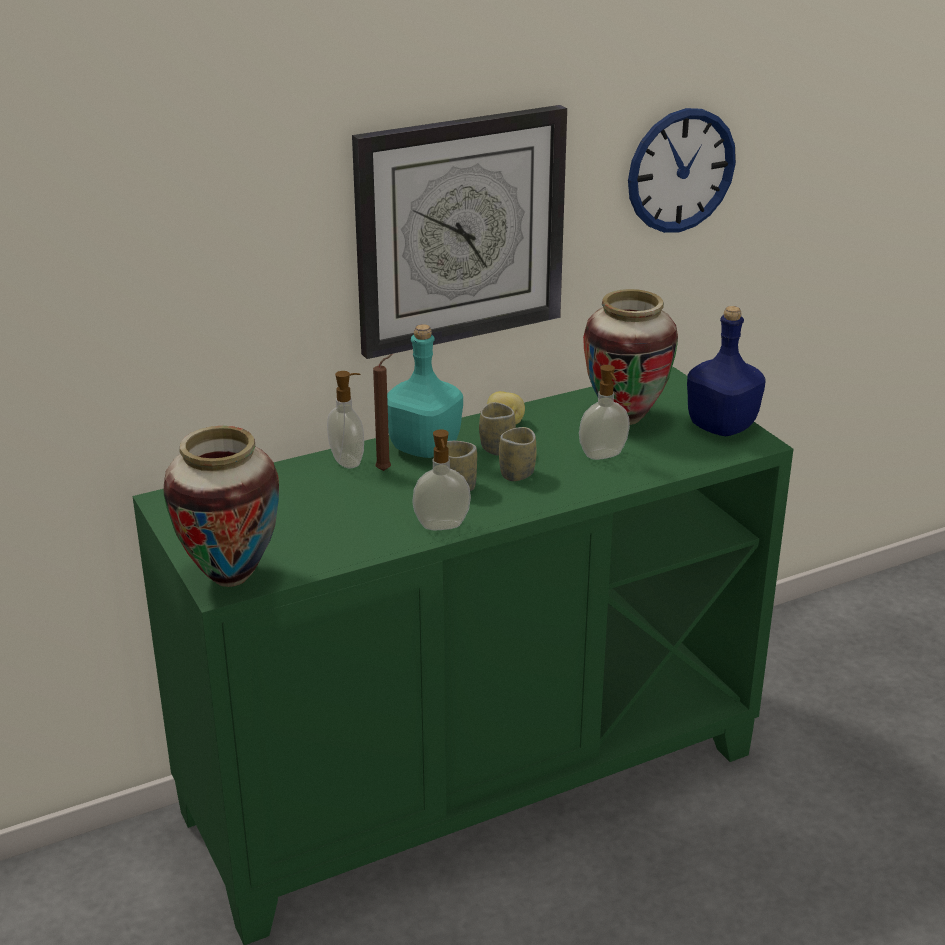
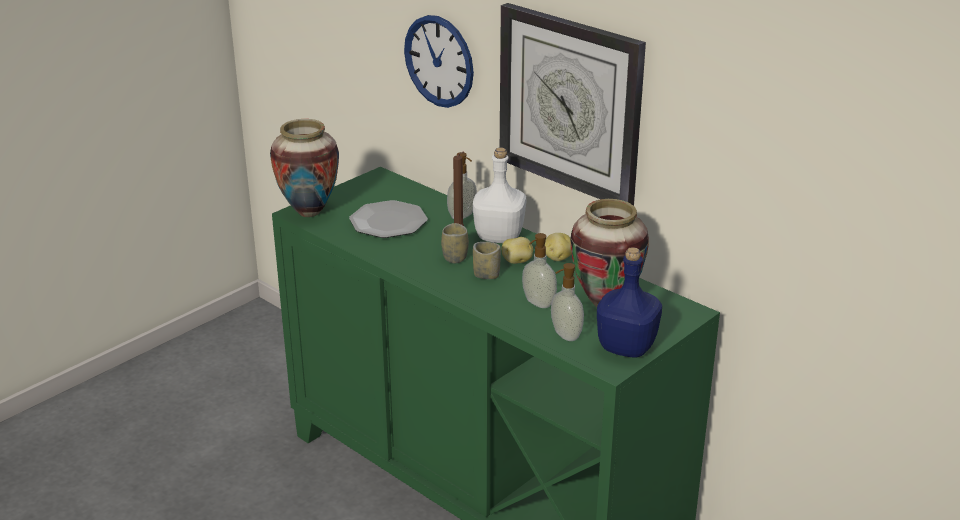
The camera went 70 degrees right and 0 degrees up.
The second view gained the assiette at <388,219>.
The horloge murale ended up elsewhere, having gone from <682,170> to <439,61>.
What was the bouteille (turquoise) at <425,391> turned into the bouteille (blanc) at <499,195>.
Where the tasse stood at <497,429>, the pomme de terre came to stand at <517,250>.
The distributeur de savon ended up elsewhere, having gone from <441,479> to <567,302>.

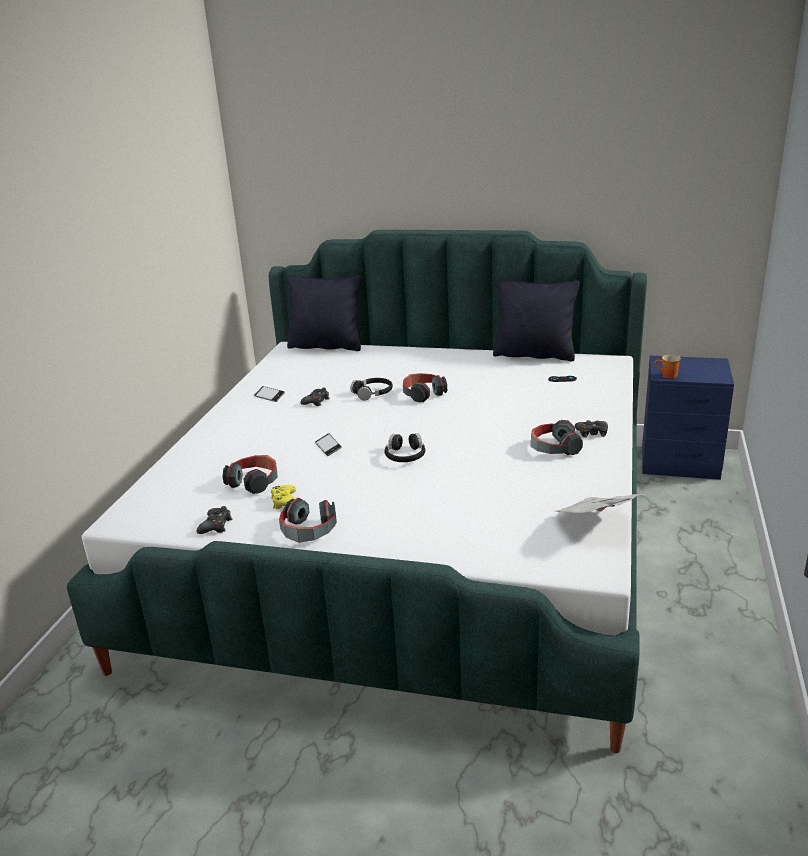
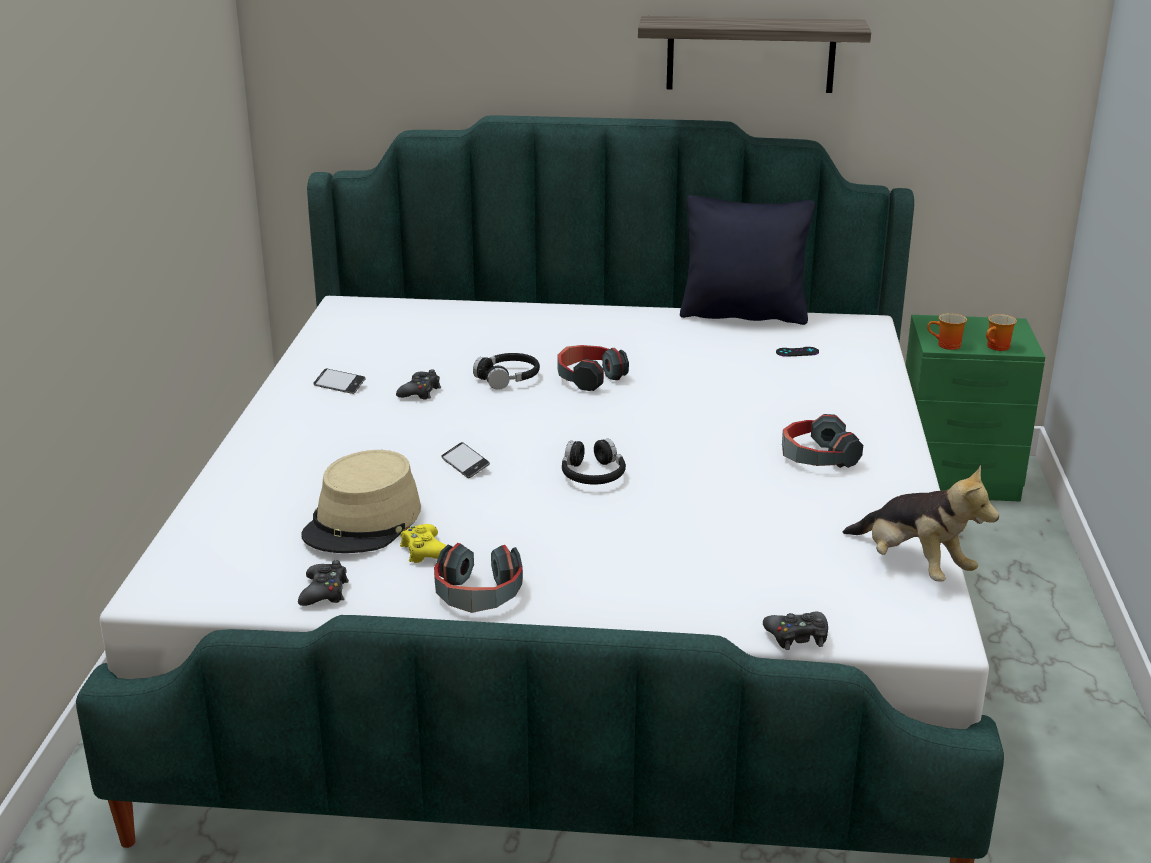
The camera went 10 degrees left and 0 degrees up.
Where the casque audio stood at <250,474>, the chapeau (beige) came to stand at <361,501>.
The second view gained the étagère at <754,54>.
The manette (noir) ended up elsewhere, having gone from <591,429> to <795,631>.
Where the journal stood at <600,503>, the peluche came to stand at <921,523>.
What was the table de chevet (bleu) at <688,418> turned into the table de chevet (vert) at <975,408>.
The second view gained the mug at <1001,332>.
The second view lost the coussin (noir) at <324,313>.

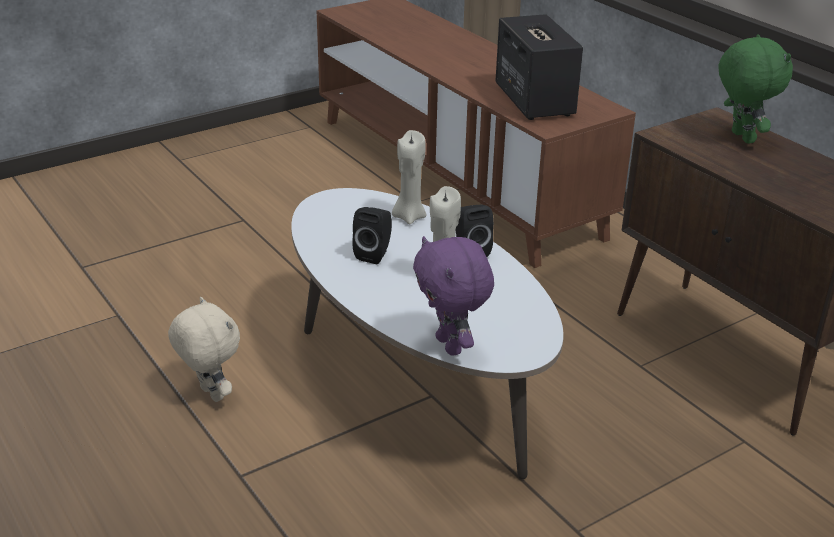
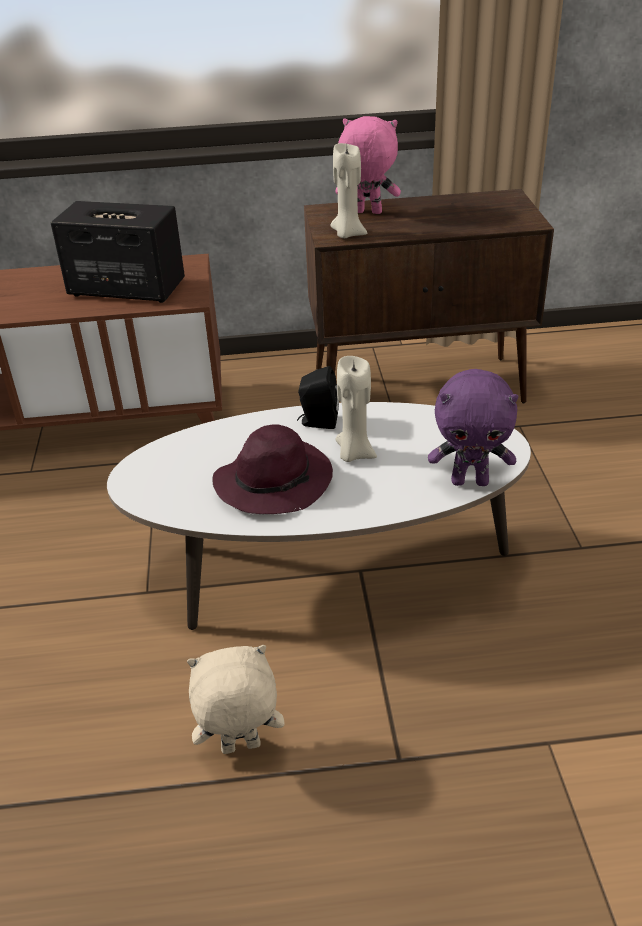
The camera went 60 degrees left and 5 degrees up.
Where the enceinte (noir) stood at <372,235>, the chapeau (violet) came to stand at <272,469>.
The bougie (beige) ended up elsewhere, having gone from <409,177> to <349,190>.
What was the peluche (vert) at <756,89> turned into the peluche (rose) at <368,165>.

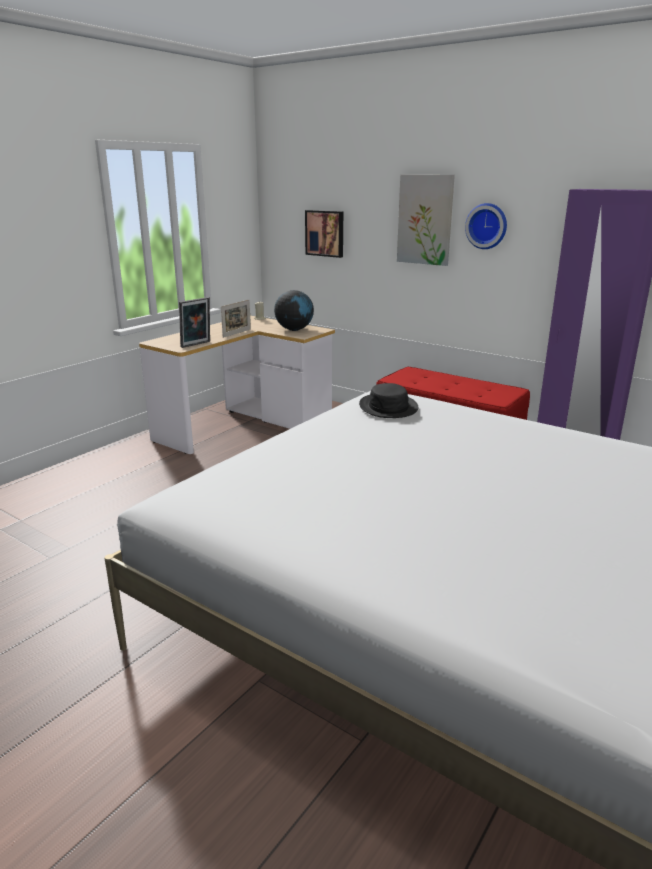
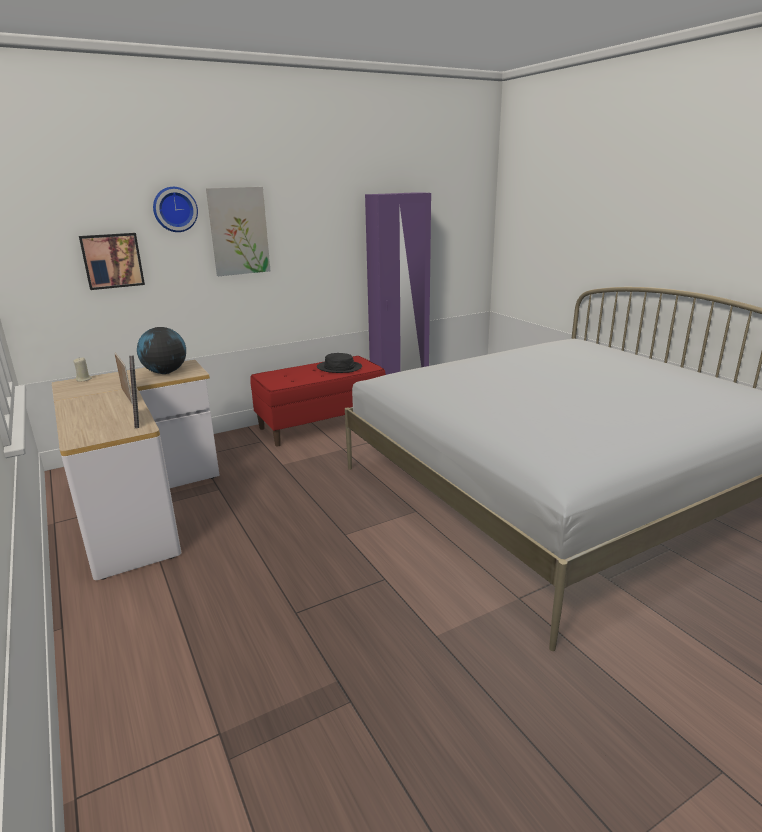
The camera went 65 degrees left and 0 degrees up.
The horloge murale ended up elsewhere, having gone from <486,226> to <175,209>.
The chapeau (noir) ended up elsewhere, having gone from <388,400> to <339,363>.

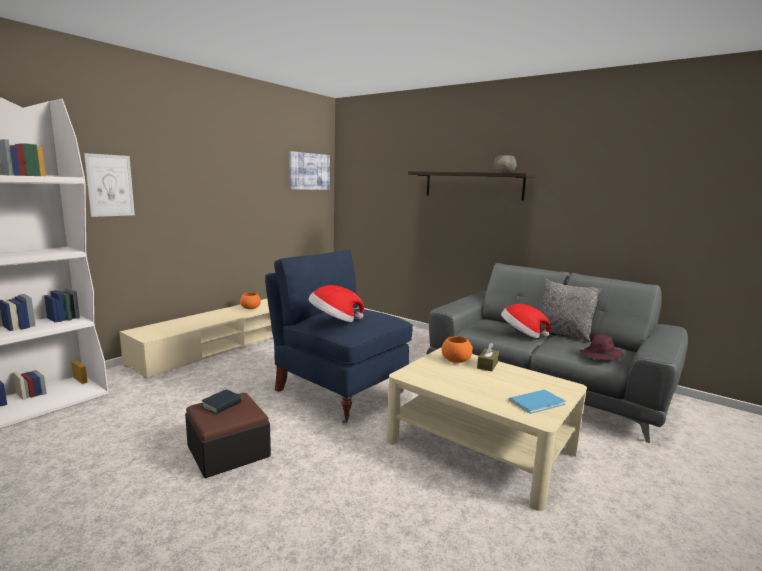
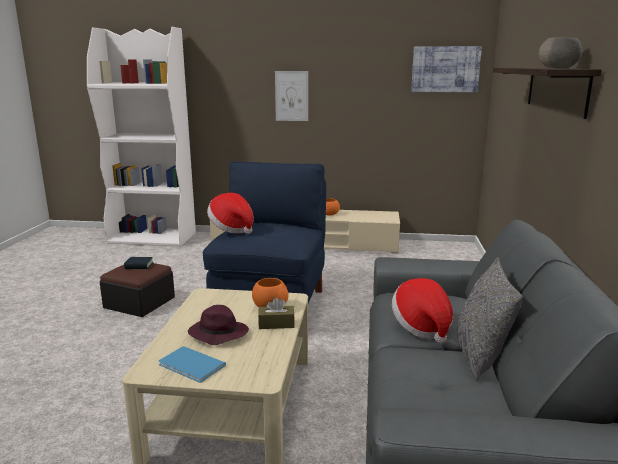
The camera went 60 degrees right and 5 degrees up.
The chapeau (violet) ended up elsewhere, having gone from <601,347> to <218,325>.
The tableau ended up elsewhere, having gone from <109,185> to <291,96>.

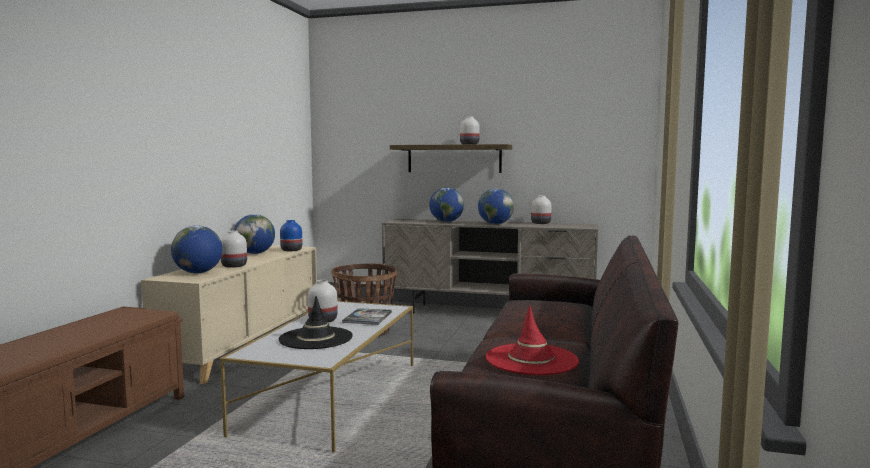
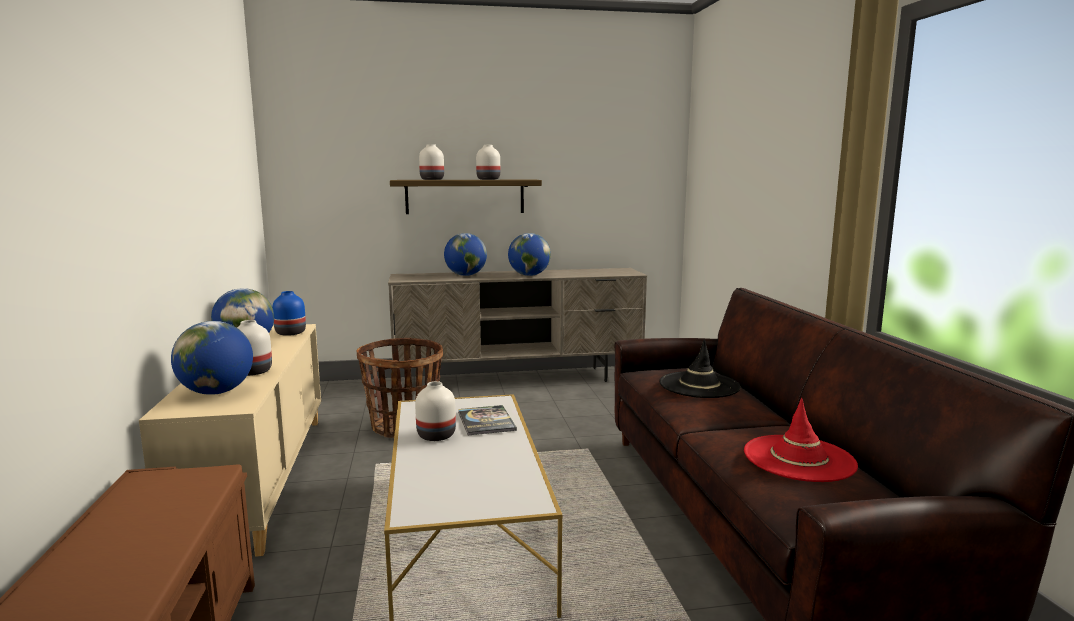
The camera went 25 degrees left and 5 degrees up.
The vase (blanc) ended up elsewhere, having gone from <541,209> to <431,162>.
The chapeau (noir) ended up elsewhere, having gone from <316,322> to <700,368>.

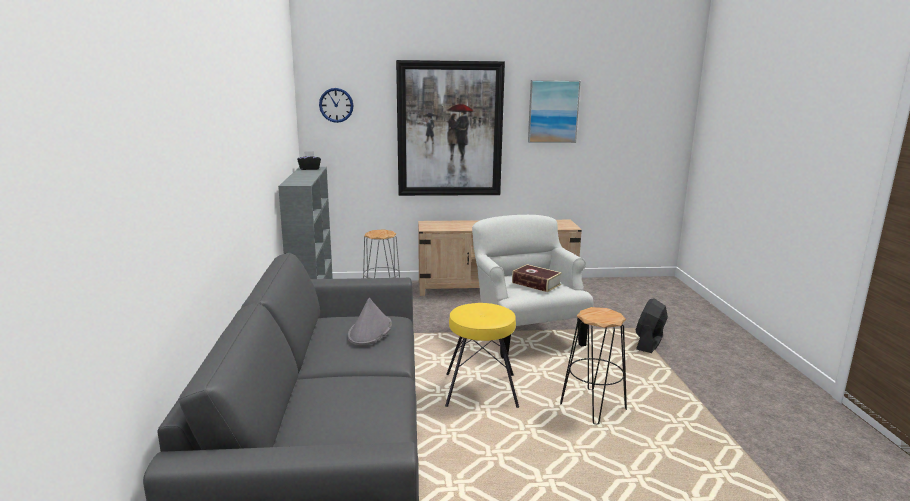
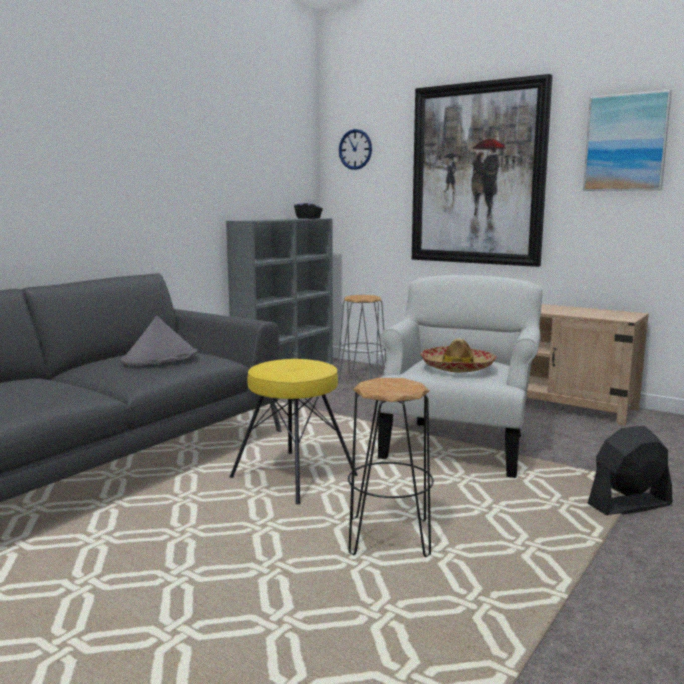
The camera went 40 degrees right and 5 degrees down.
Where the livre stood at <537,278>, the chapeau came to stand at <458,355>.

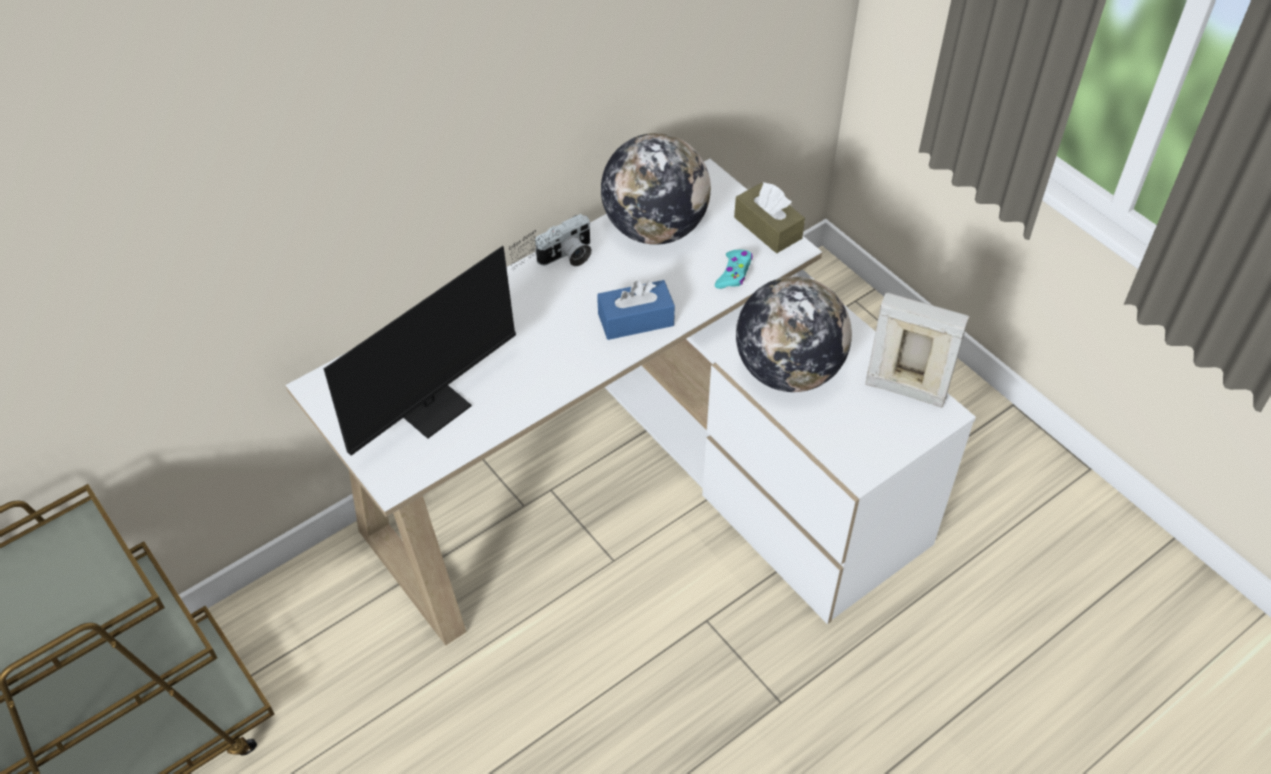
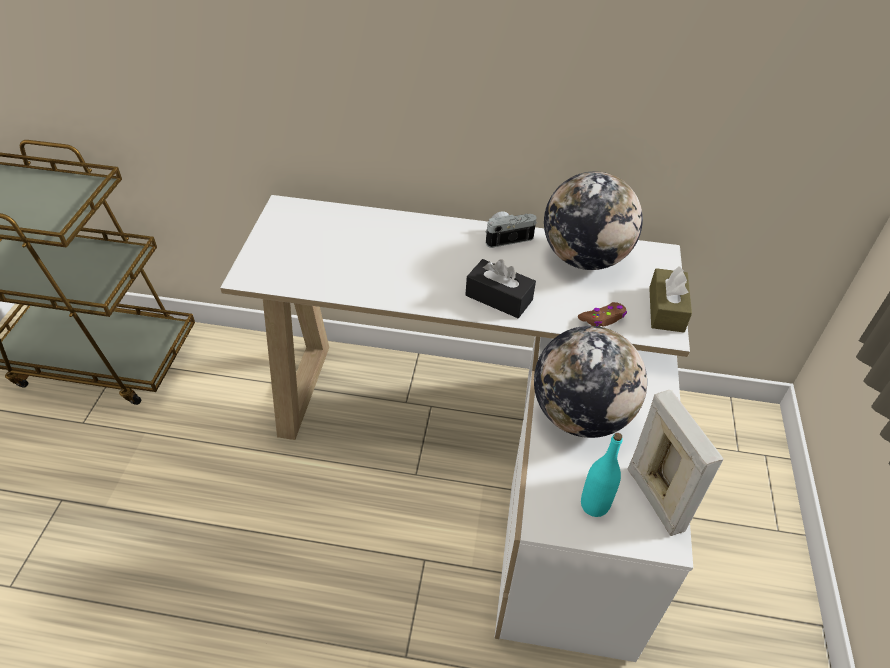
The camera went 45 degrees right and 5 degrees down.
What was the boîte à mouchoirs (bleu) at <636,310> turned into the boîte à mouchoirs (noir) at <500,288>.
The appareil photo at <563,240> ended up facing another way, 150 degrees clockwise from before.
What was the manette (turquoise) at <734,269> turned into the manette (marron) at <602,314>.
The second view gained the bouteille (turquoise) at <602,475>.
The second view lost the écran d'ordinateur at <441,343>.

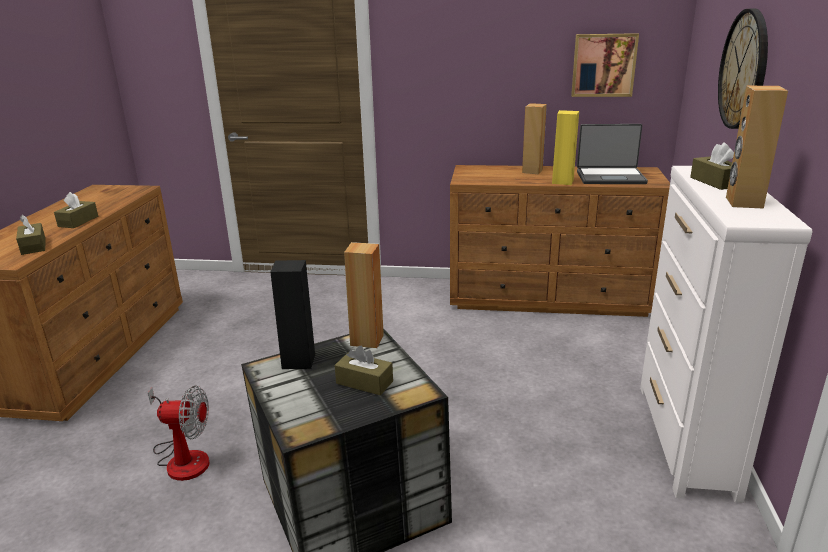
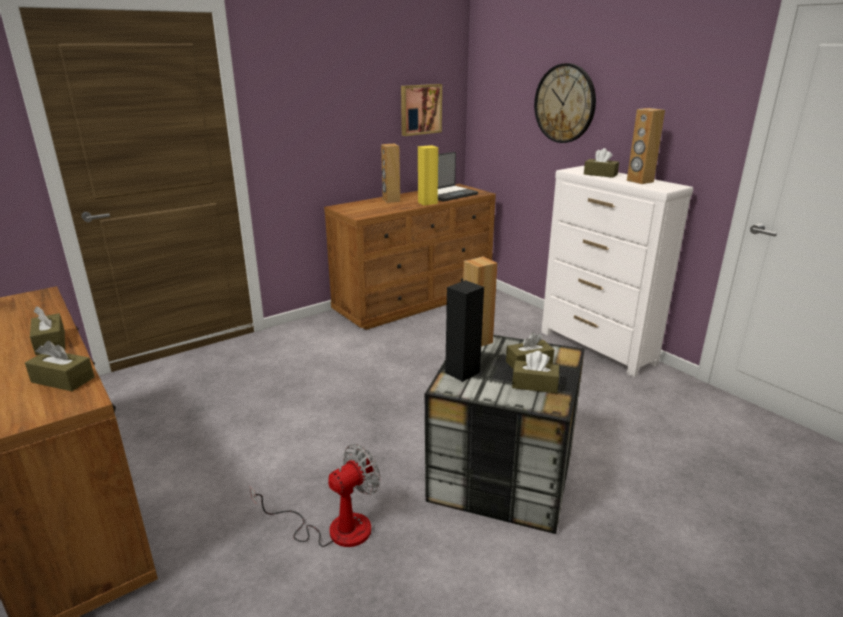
The camera went 45 degrees left and 0 degrees up.
The second view gained the boîte à mouchoirs (marron) at <535,372>.

